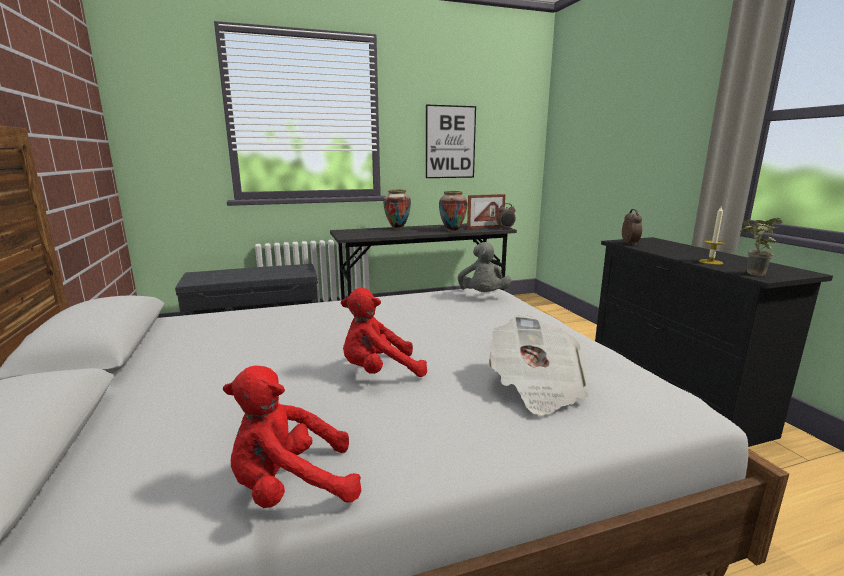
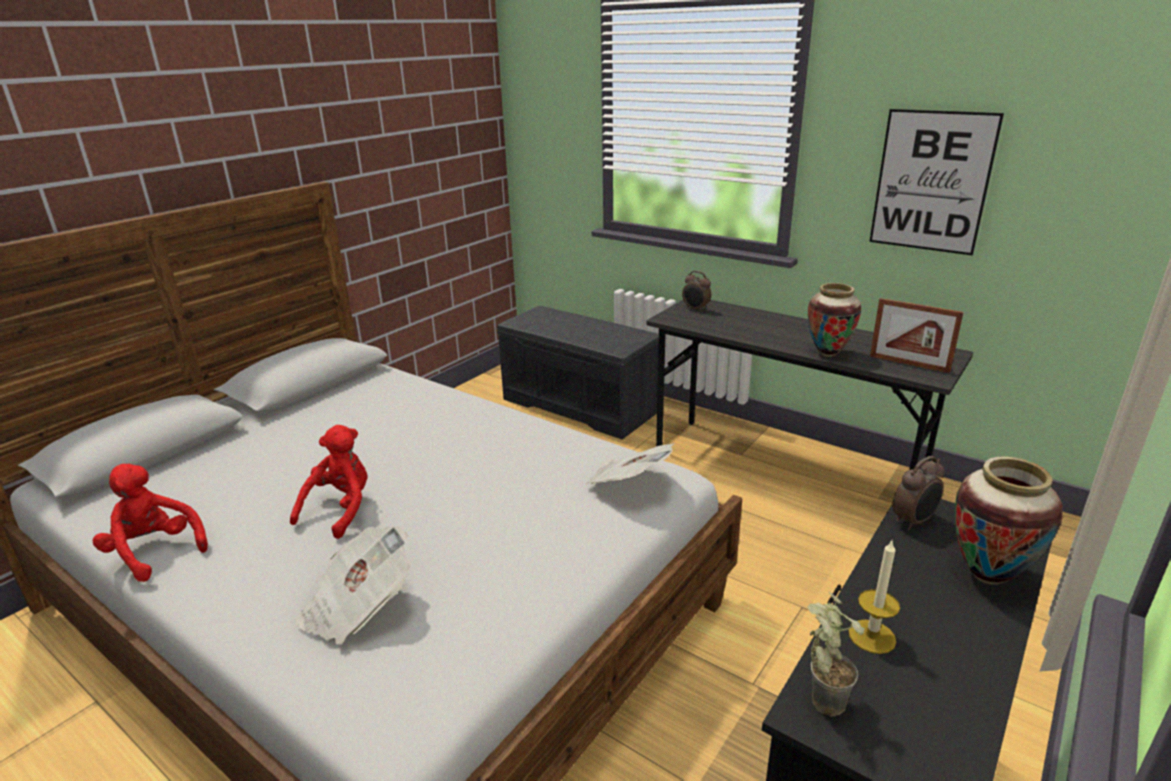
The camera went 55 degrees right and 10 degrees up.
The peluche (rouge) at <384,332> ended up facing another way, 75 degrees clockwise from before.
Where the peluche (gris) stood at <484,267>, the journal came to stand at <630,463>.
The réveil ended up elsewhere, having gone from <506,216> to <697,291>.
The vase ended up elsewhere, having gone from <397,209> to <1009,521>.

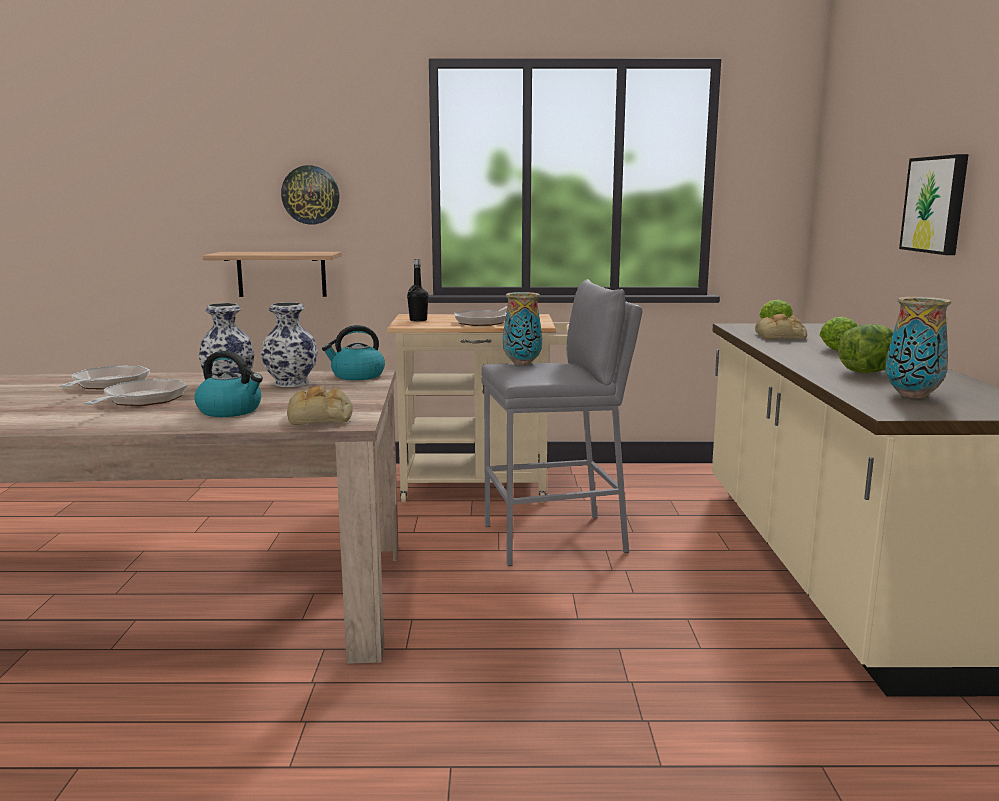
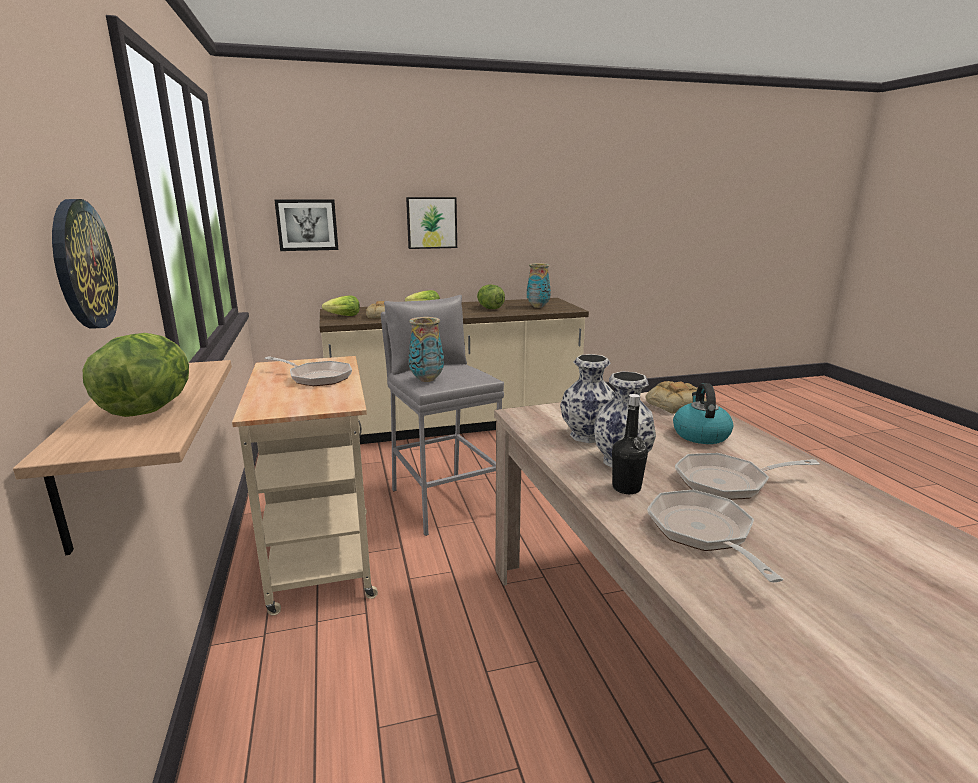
The camera went 105 degrees left and 5 degrees up.
The second view gained the laitue at <136,375>.
The second view gained the tableau at <306,225>.
The bouteille (noir) ended up elsewhere, having gone from <417,290> to <630,444>.
The poêle at <104,377> ended up facing another way, 90 degrees clockwise from before.
The second view lost the bouilloire at <353,352>.

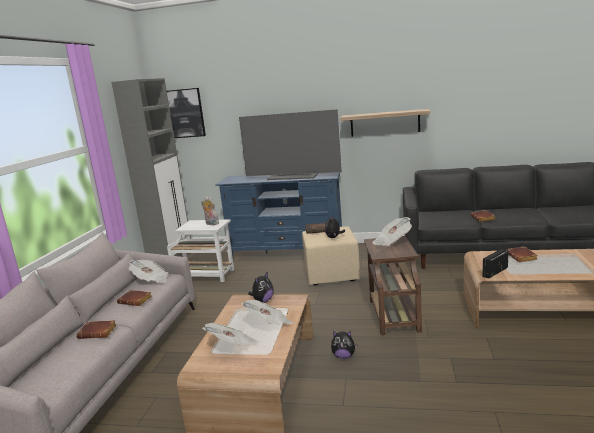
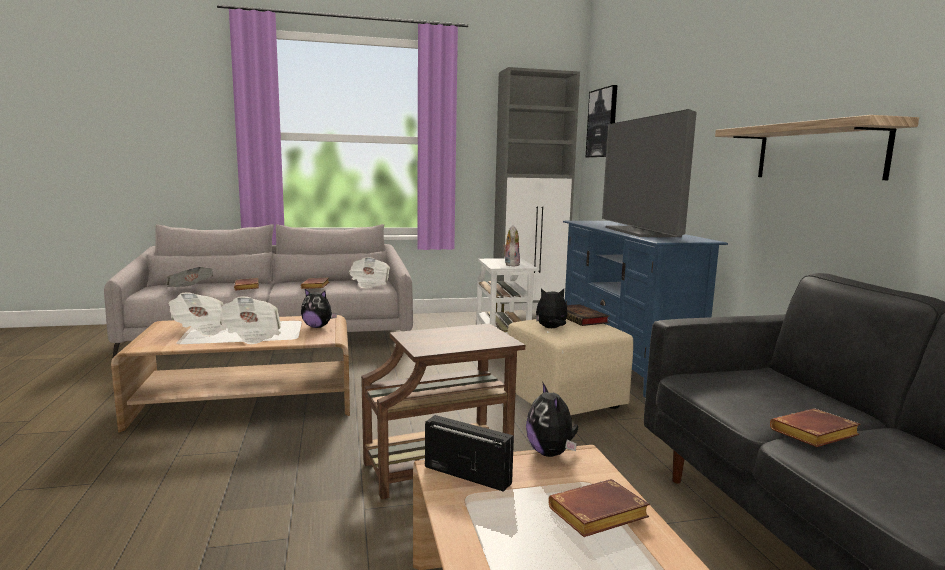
The camera went 65 degrees right and 5 degrees down.
The journal ended up elsewhere, having gone from <392,231> to <189,277>.
The peluche ended up elsewhere, having gone from <344,345> to <552,420>.

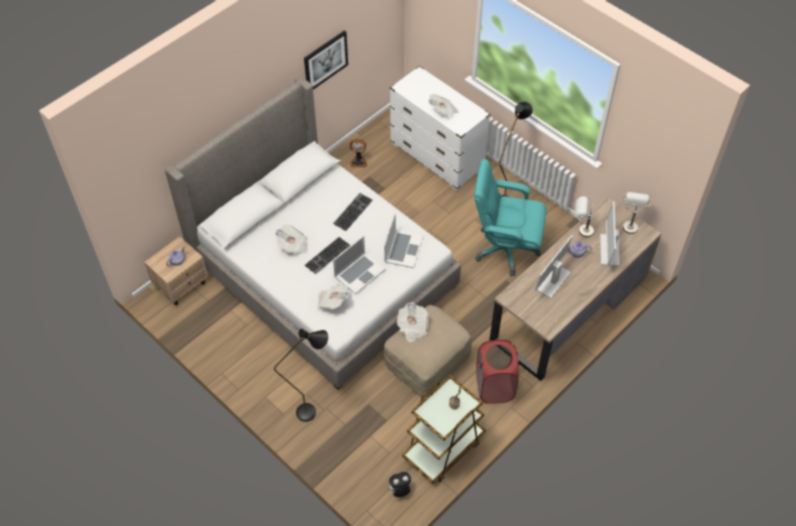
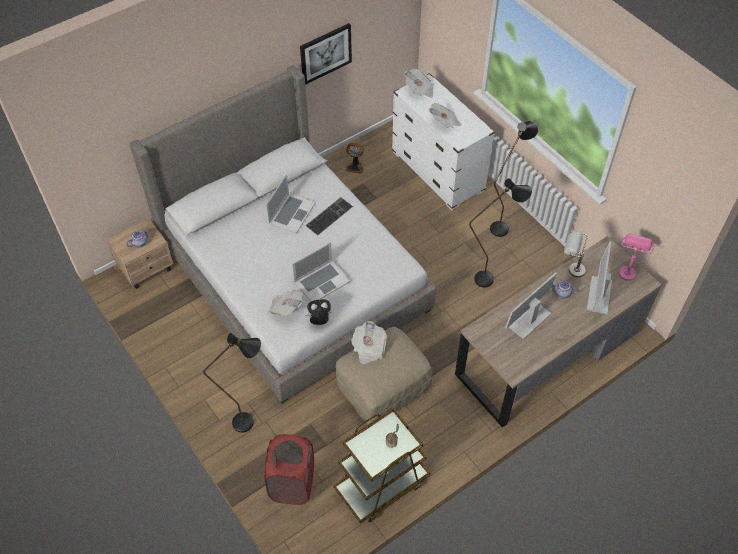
The camera went 10 degrees right and 0 degrees up.
The panier à linge (rouge) ended up elsewhere, having gone from <497,372> to <289,469>.
The ordinateur portable ended up elsewhere, having gone from <403,240> to <291,204>.
The peluche ended up elsewhere, having gone from <399,484> to <318,312>.
The journal ended up elsewhere, having gone from <291,239> to <419,83>.
Where the chaise de bureau (turquoise) stood at <510,217>, the lampadaire (noir) came to stand at <500,233>.
What was the lampe de table (gris) at <637,213> turned into the lampe de table (rose) at <637,257>.
The second view lost the clavier at <327,255>.

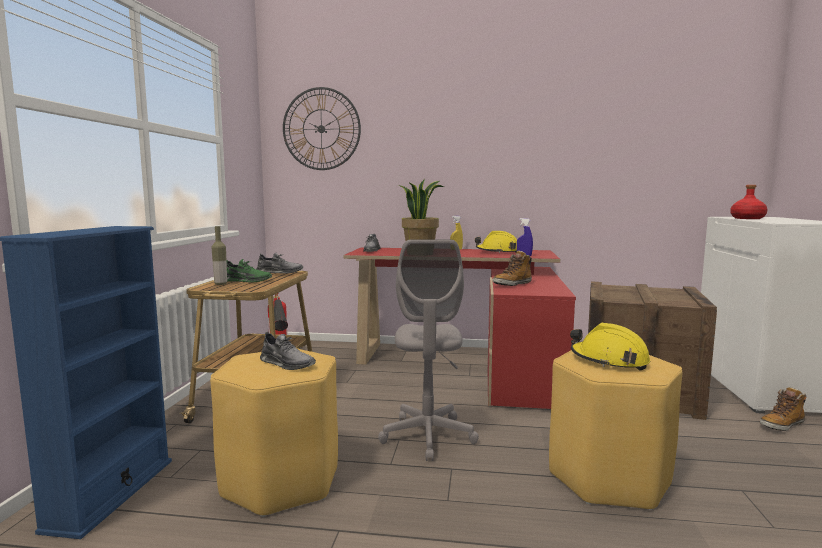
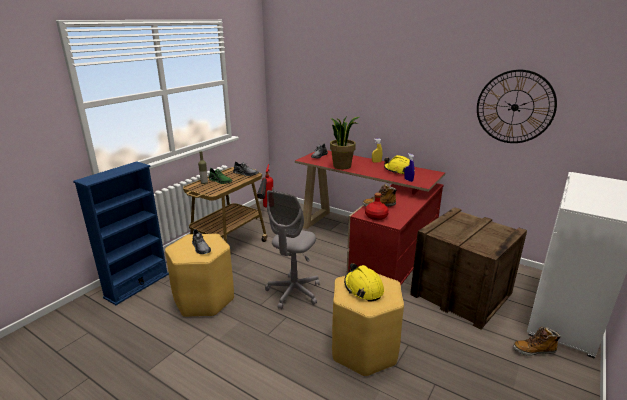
The camera went 25 degrees right and 15 degrees up.
The bouteille (rouge) ended up elsewhere, having gone from <749,202> to <377,206>.
The horloge murale ended up elsewhere, having gone from <322,128> to <517,106>.

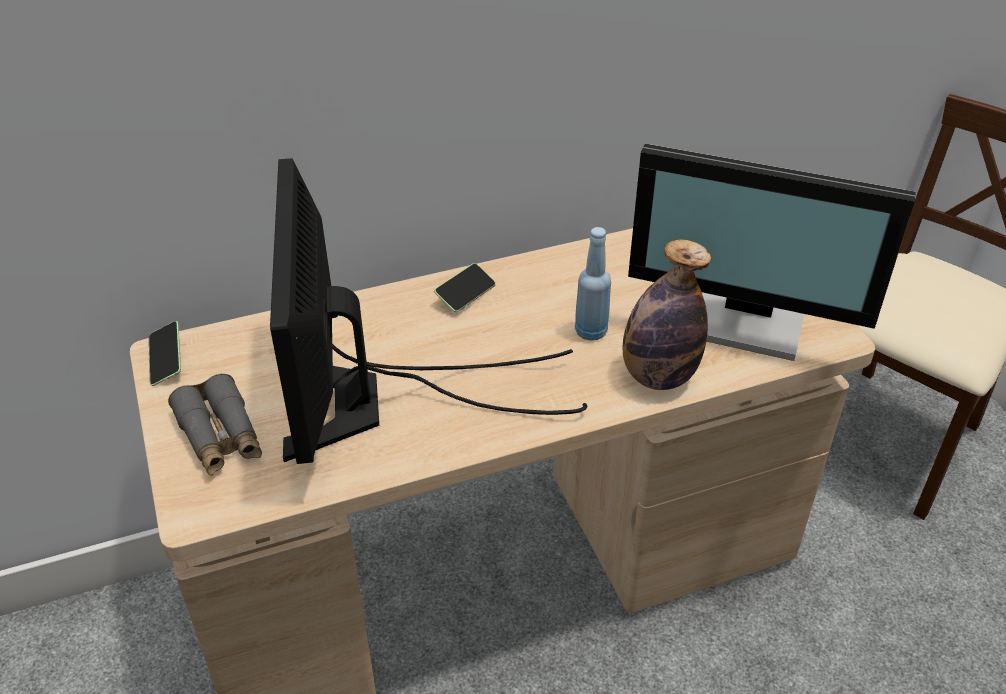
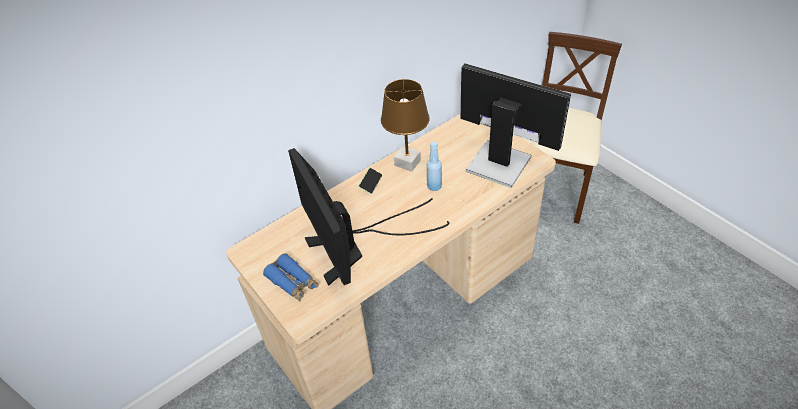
The camera went 15 degrees left and 5 degrees up.
What was the jumelles (gris) at <215,425> turned into the jumelles (bleu) at <291,277>.
The second view gained the lampe de table (marron) at <405,125>.
The écran d'ordinateur at <772,252> ended up facing another way, 150 degrees counterclockwise from before.
The second view lost the téléphone at <165,353>.
The second view lost the bouteille at <667,314>.

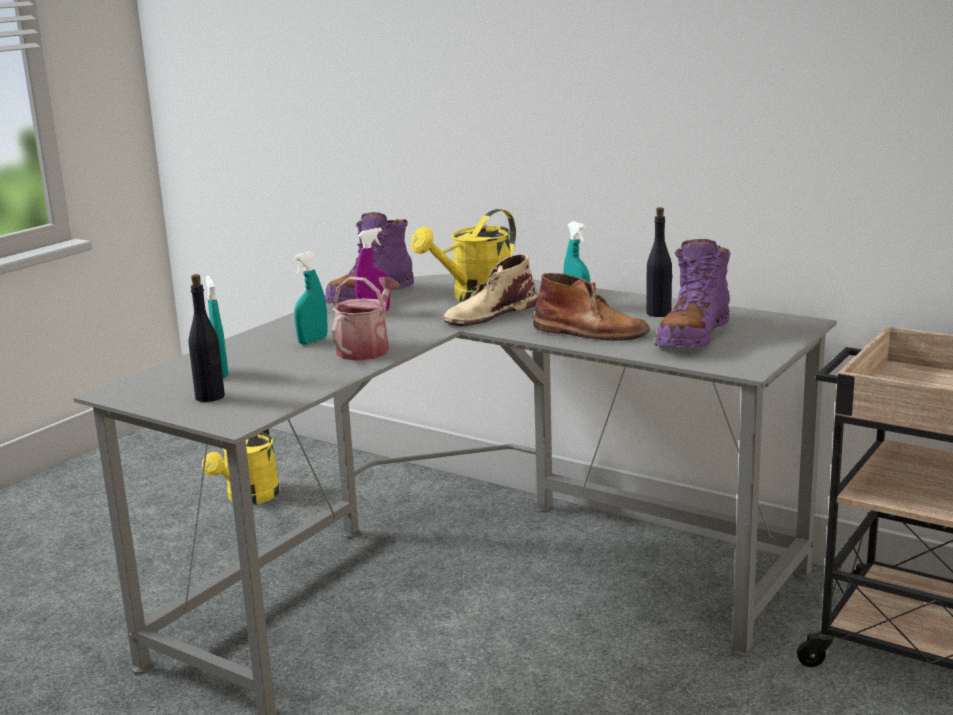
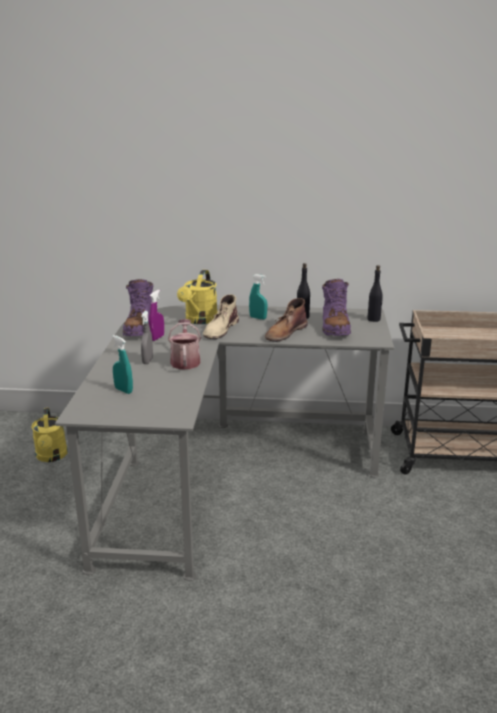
The camera went 30 degrees left and 5 degrees up.
What was the vaporisateur (turquoise) at <310,298> turned into the vaporisateur (gris) at <147,337>.
The botte (marron) at <591,307> ended up facing another way, 135 degrees clockwise from before.
The bouteille (noir) ended up elsewhere, having gone from <207,338> to <375,293>.

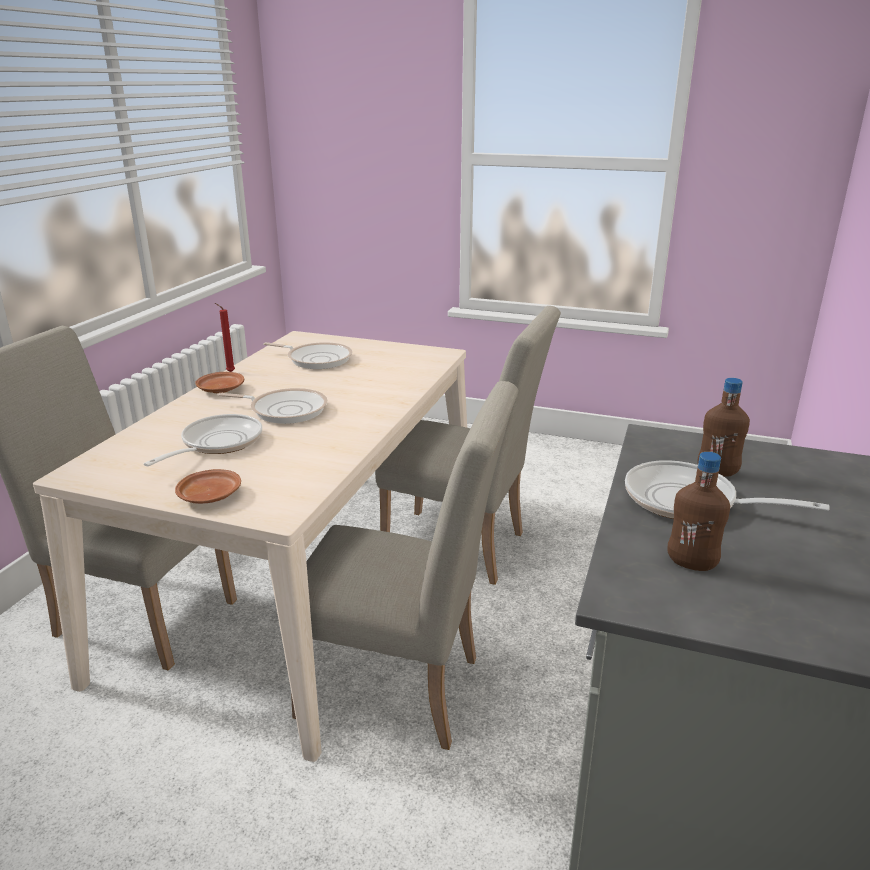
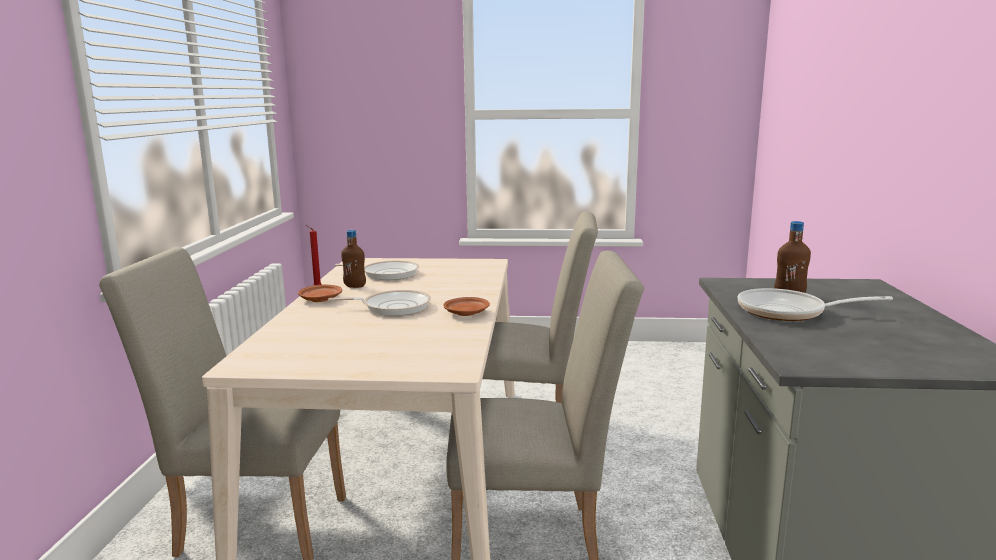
The camera went 15 degrees left and 10 degrees down.
The bouteille (marron) ended up elsewhere, having gone from <698,511> to <353,259>.
The assiette (marron) ended up elsewhere, having gone from <208,486> to <467,306>.
The second view lost the poêle at <203,440>.

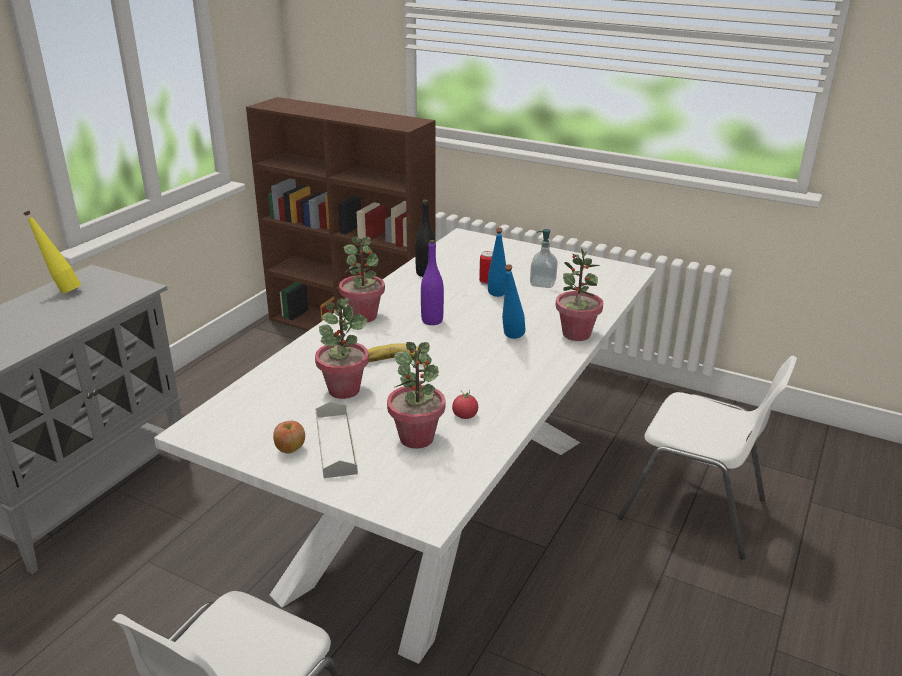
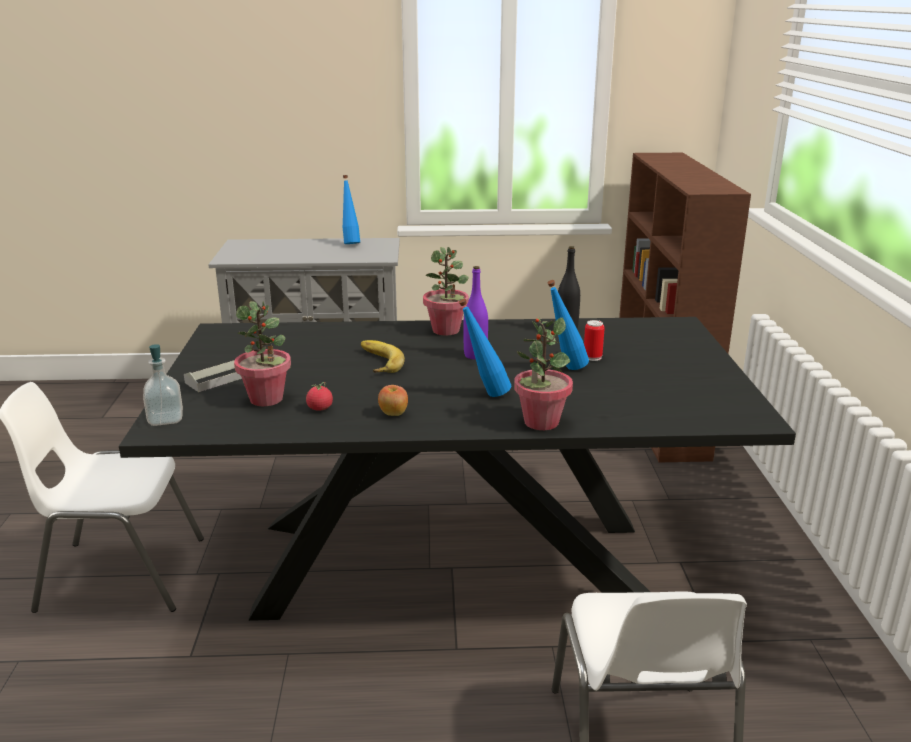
The camera went 60 degrees right and 5 degrees down.
What was the table à manger (blanc) at <405,446> turned into the table à manger (noir) at <457,469>.
The distributeur de savon ended up elsewhere, having gone from <544,258> to <163,385>.
What was the bouteille (jaune) at <52,252> turned into the bouteille (bleu) at <351,209>.
The pomme ended up elsewhere, having gone from <289,437> to <393,400>.
The second view lost the plante en pot at <342,348>.

